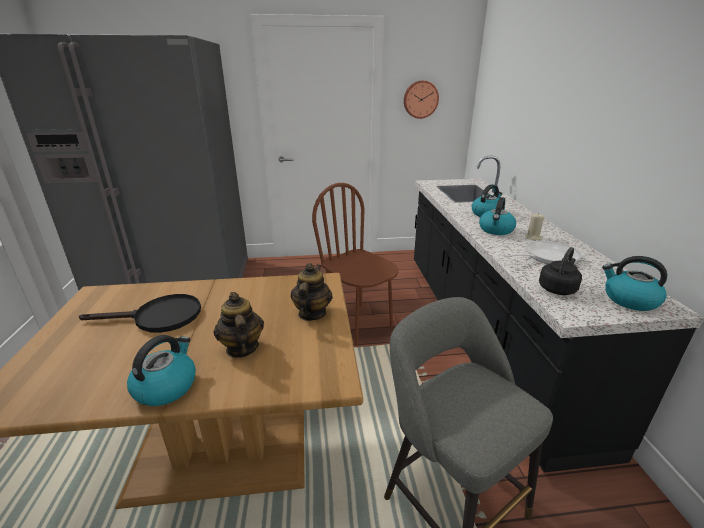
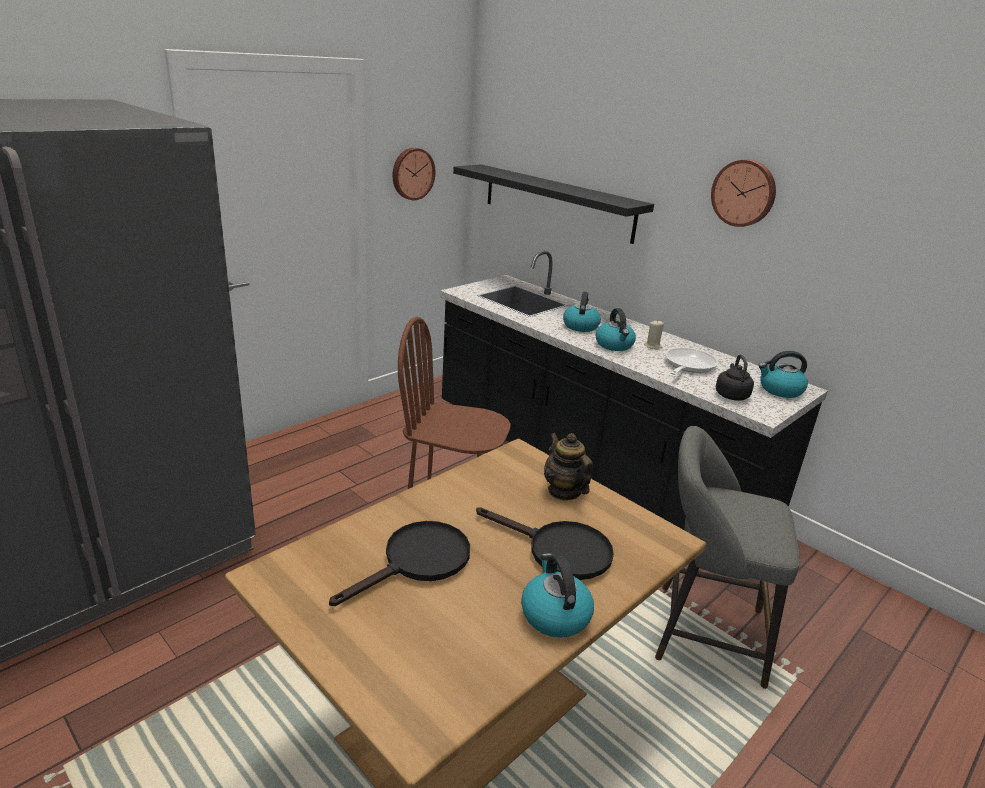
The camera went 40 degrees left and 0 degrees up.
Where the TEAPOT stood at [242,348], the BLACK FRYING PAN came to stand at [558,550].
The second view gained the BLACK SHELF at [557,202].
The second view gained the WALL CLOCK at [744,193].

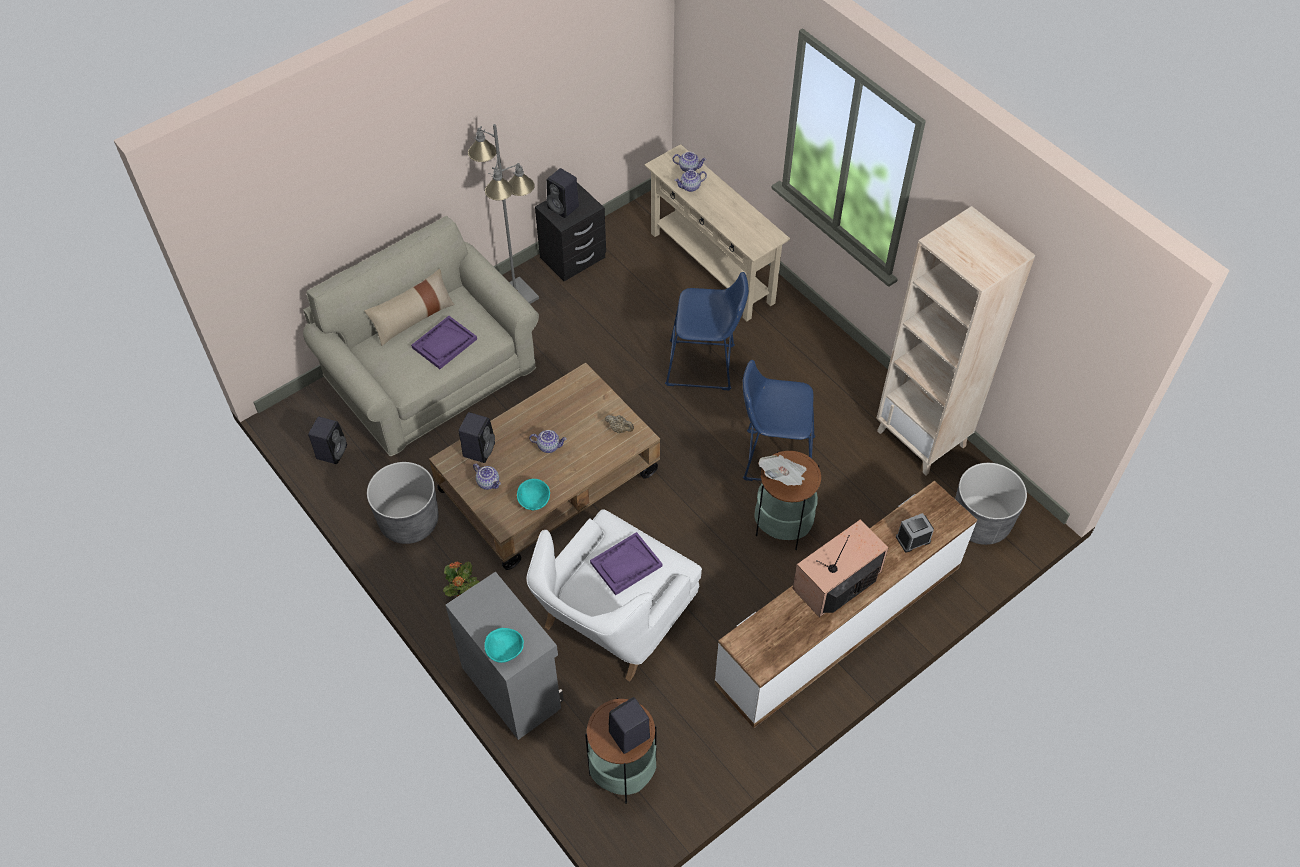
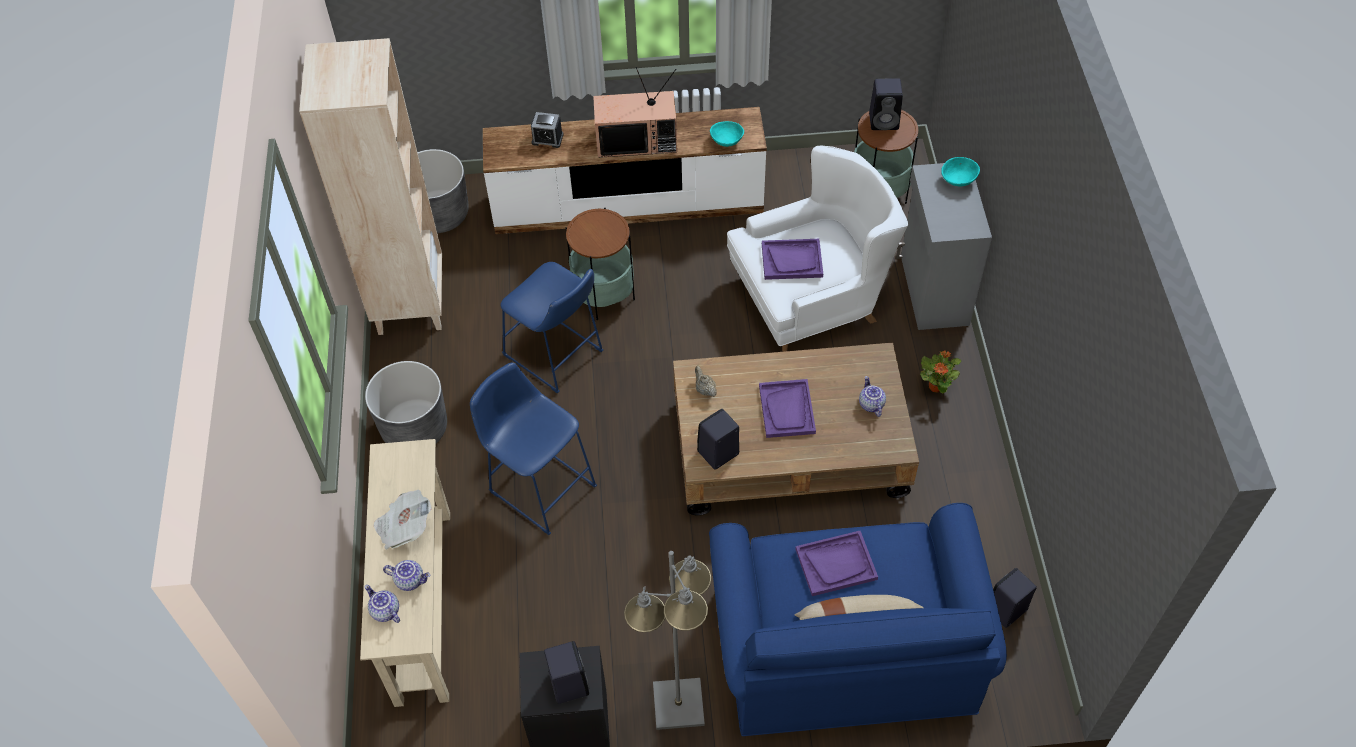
The camera went 145 degrees left and 0 degrees up.
What was the BEIGE SOFA at [431,375] turned into the BLUE SOFA at [844,646].
The GREY PLANTER ended up elsewhere, having gone from [409,521] to [415,428].
The BLACK SPEAKER ended up elsewhere, having gone from [479,449] to [717,453].
The TURQUOISE BOWL ended up elsewhere, having gone from [534,501] to [726,141].
Where the TEAPOT stood at [549,446], the PURPLE TRAY came to stand at [787,410].
The NEWSPAPER ended up elsewhere, having gone from [783,477] to [404,527].

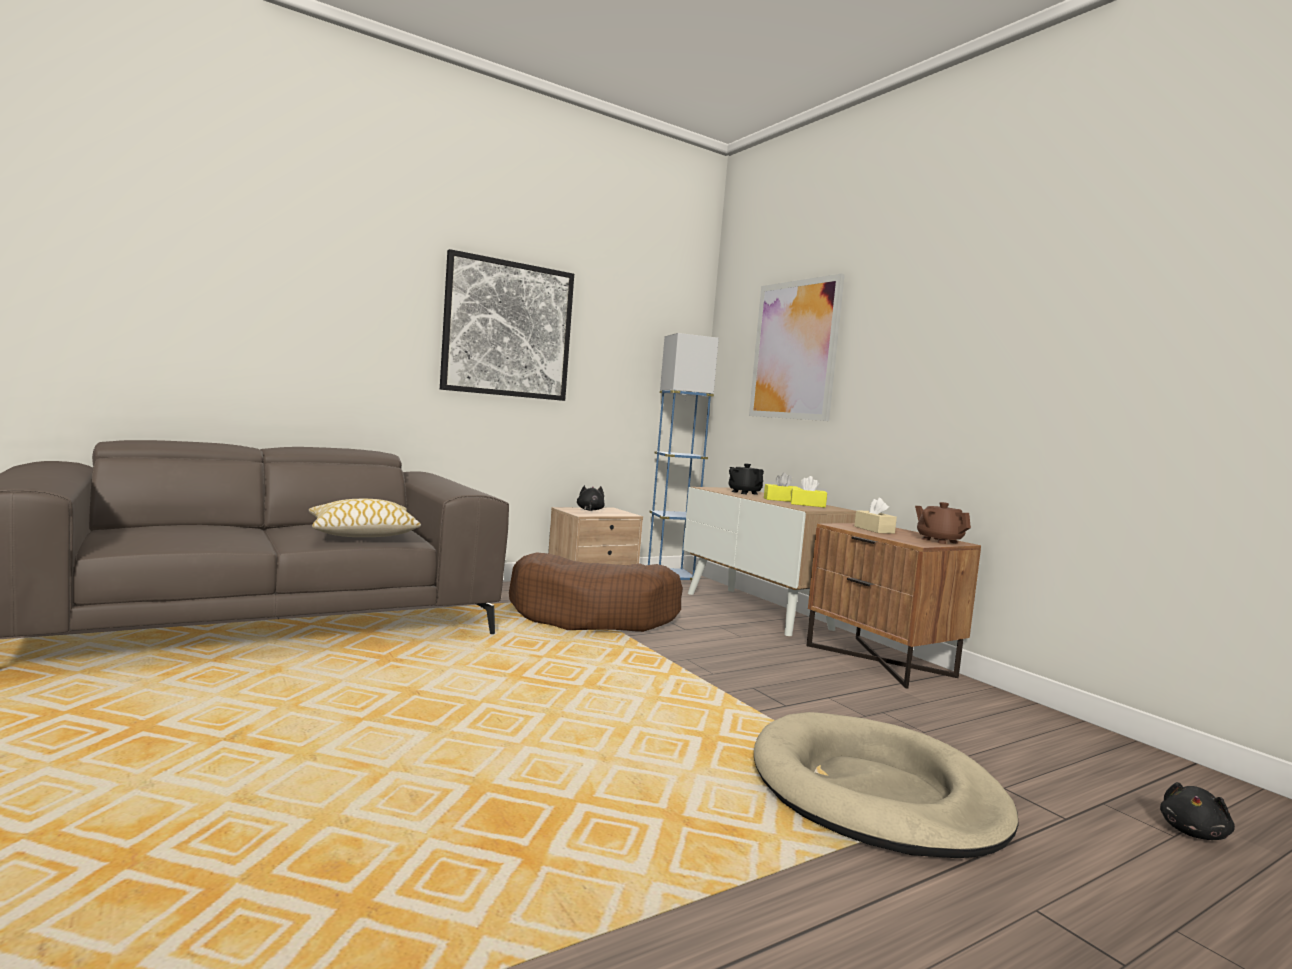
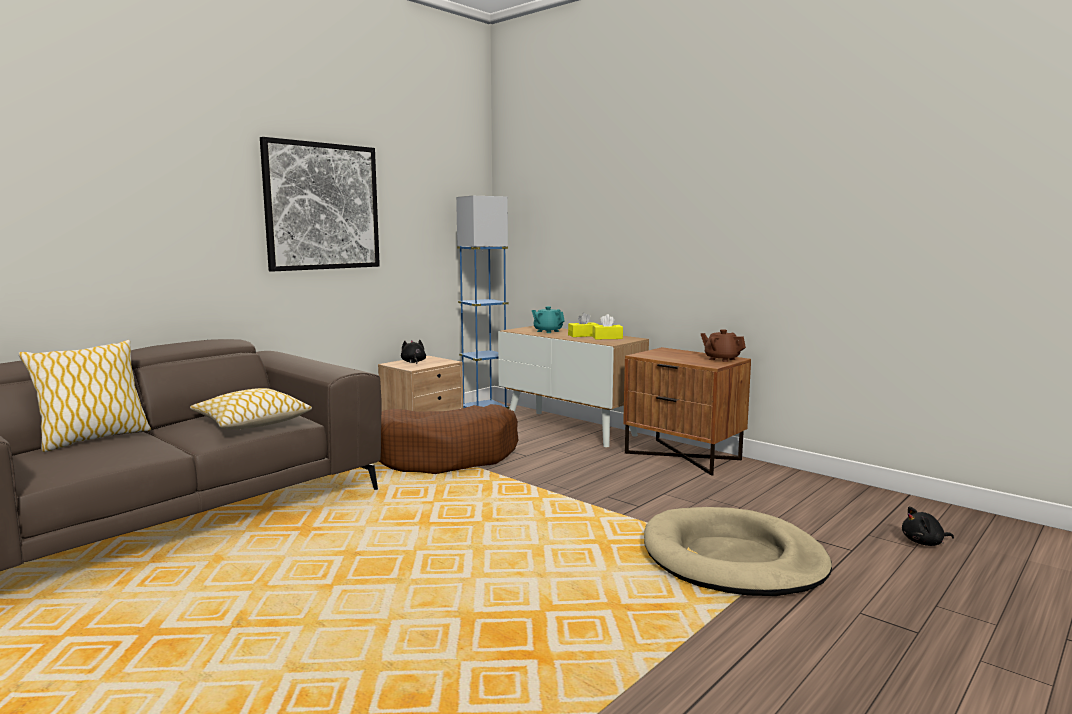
The camera went 15 degrees left and 5 degrees up.
What was the BLACK TEAPOT at [744,493] turned into the TURQUOISE TEAPOT at [548,331].
The second view lost the PICTURE at [795,350].
The second view lost the BEIGE TISSUE BOX at [874,530].
The BLACK PLUSH TOY at [1194,833] ended up facing another way, 60 degrees clockwise from before.
The second view gained the PILLOW at [93,439].

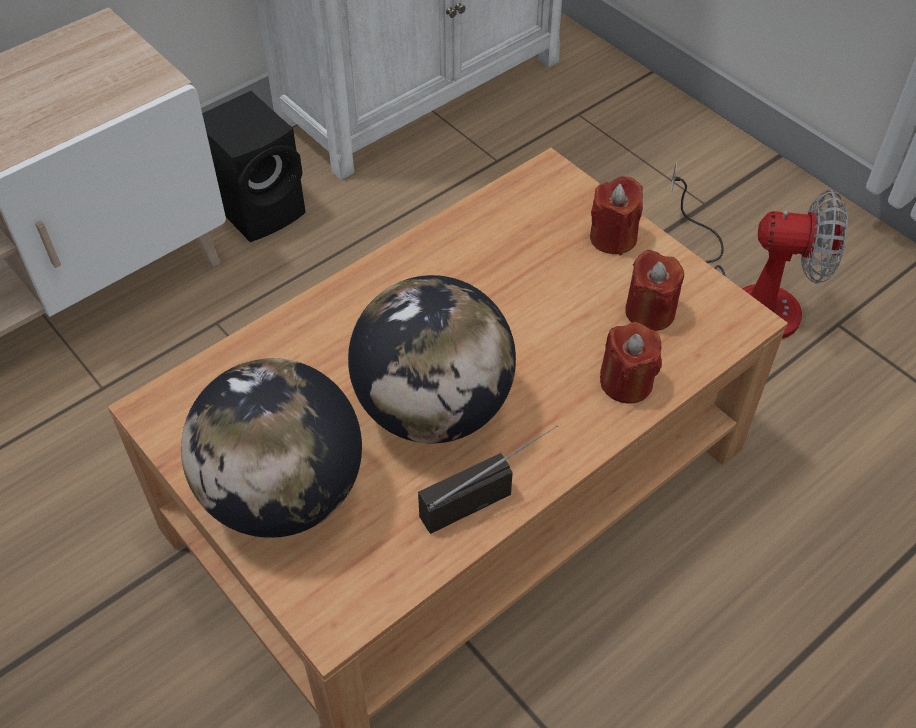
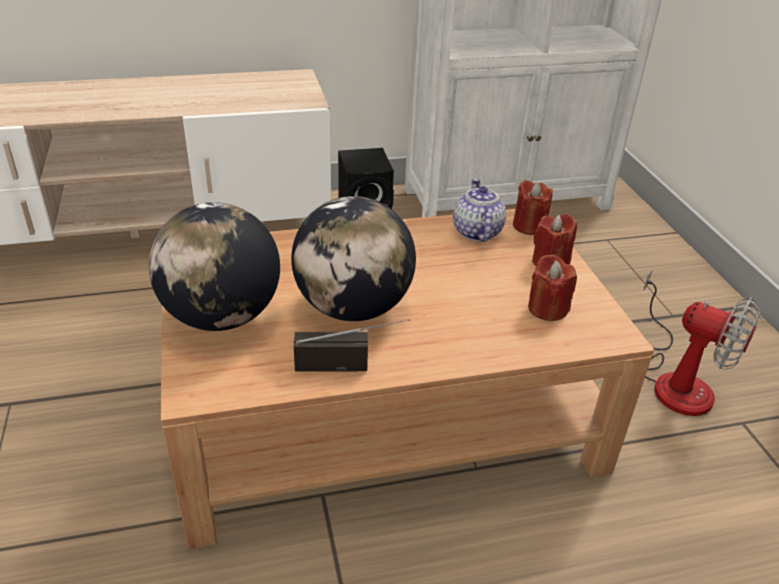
The camera went 25 degrees right and 15 degrees down.
The RED CANDLE ended up elsewhere, having gone from [626,382] to [529,226].
The second view gained the TEAPOT at [476,232].

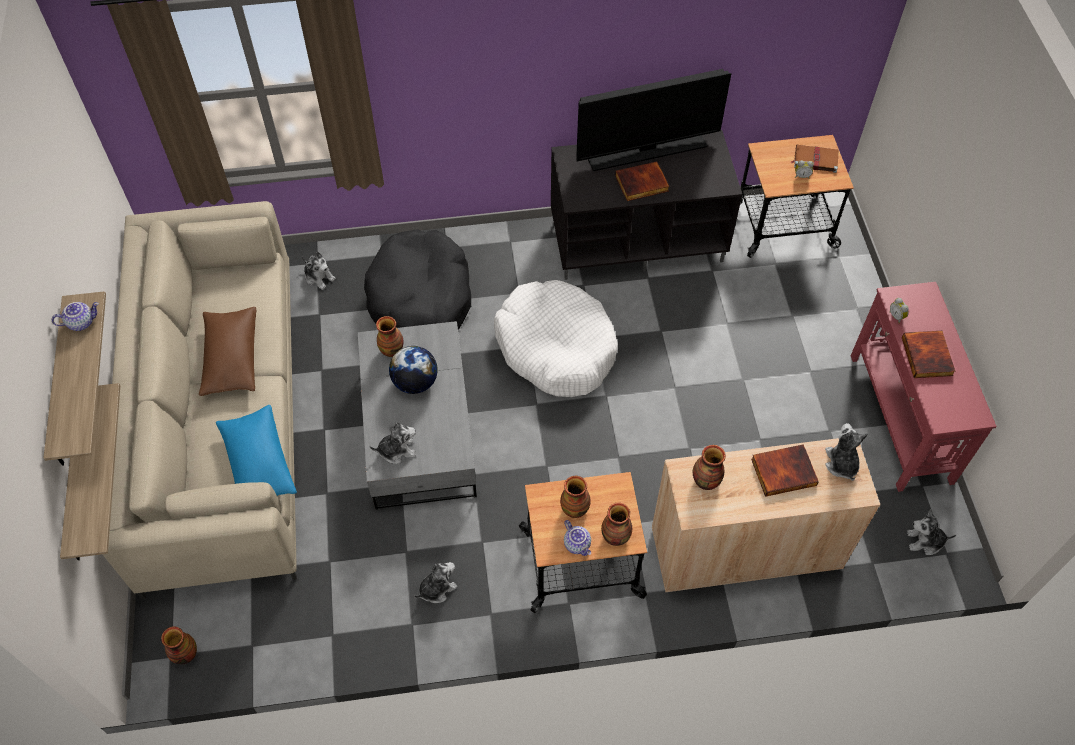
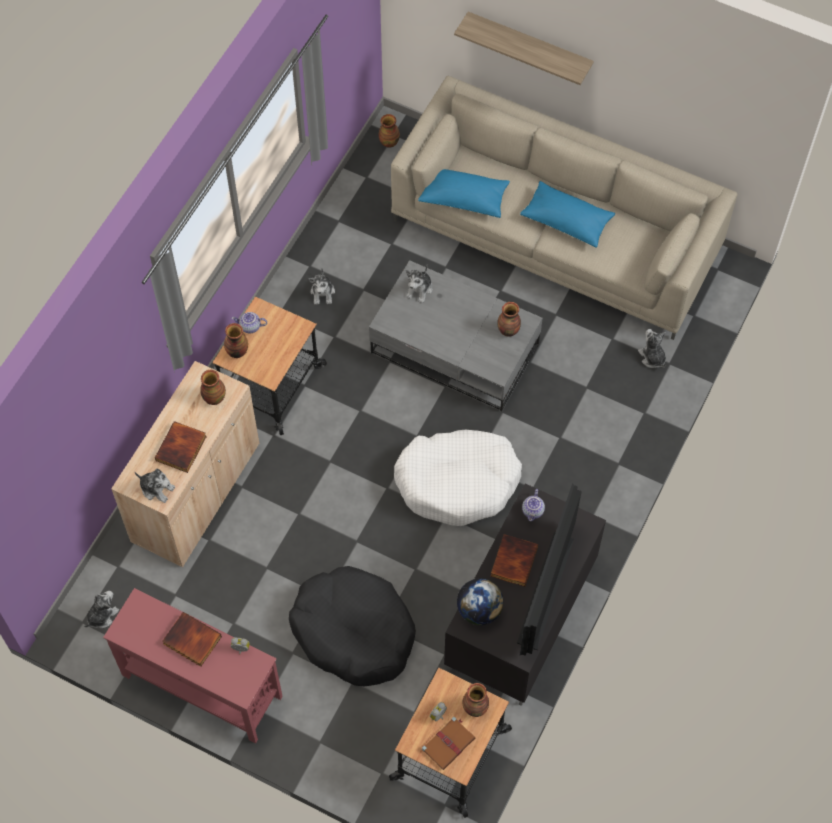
The camera went 125 degrees right and 5 degrees up.
The TEAPOT ended up elsewhere, having gone from [81,322] to [533,511].
The second view lost the SHELF at [76,479].
What was the BROWN PILLOW at [231,358] turned into the BLUE PILLOW at [566,221].
The PLUSH TOY at [319,277] ended up facing another way, 75 degrees clockwise from before.
The BLACK DOG BED ended up elsewhere, having gone from [421,298] to [354,631].
The GLOBE ended up elsewhere, having gone from [415,382] to [479,610].
The VASE ended up elsewhere, having gone from [575,508] to [475,708].

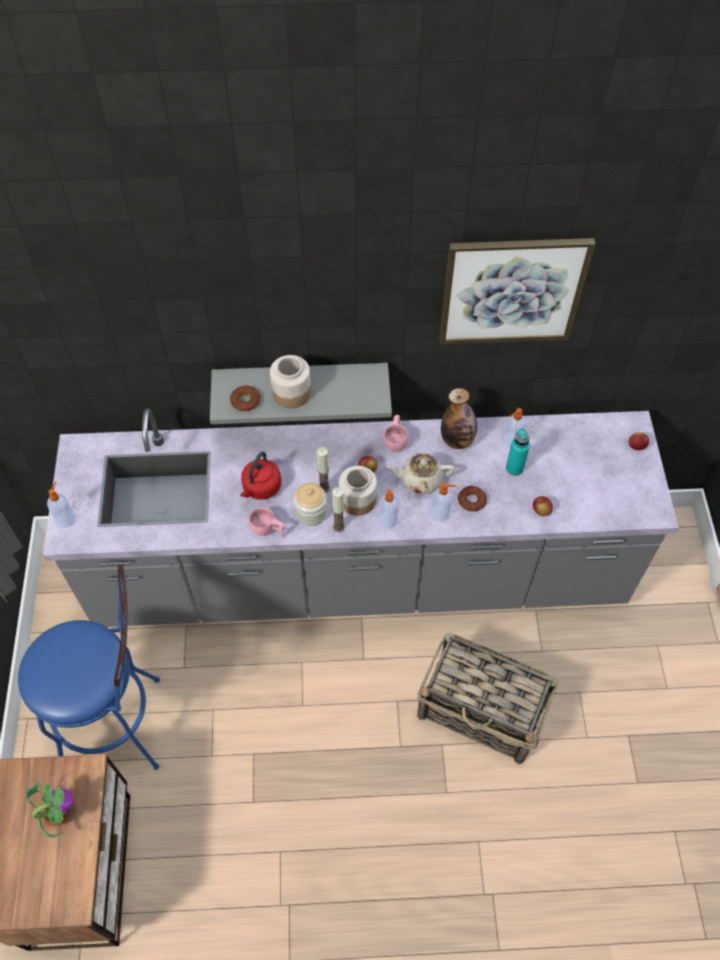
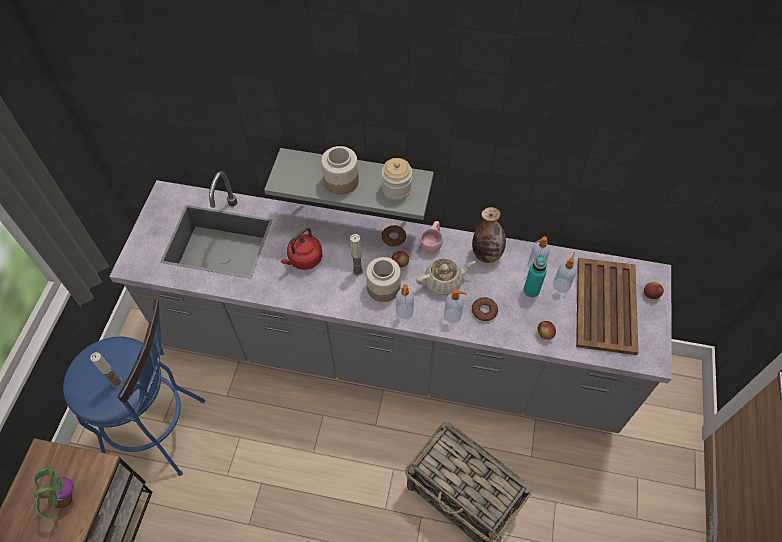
The camera went 15 degrees right and 0 degrees up.
The SOAP DISPENSER ended up elsewhere, having gone from [66,518] to [561,285].
The DONUT ended up elsewhere, having gone from [245,401] to [394,237].
The second view lost the PINK CUP at [267,530].
The JAR ended up elsewhere, having gone from [311,513] to [396,189].
The CANDLE ended up elsewhere, having gone from [339,527] to [117,382].
The BEIGE TEAPOT at [420,479] ended up facing another way, 150 degrees clockwise from before.
The second view lost the PICTURE at [512,291].
The second view gained the BROWN TRAY at [605,306].

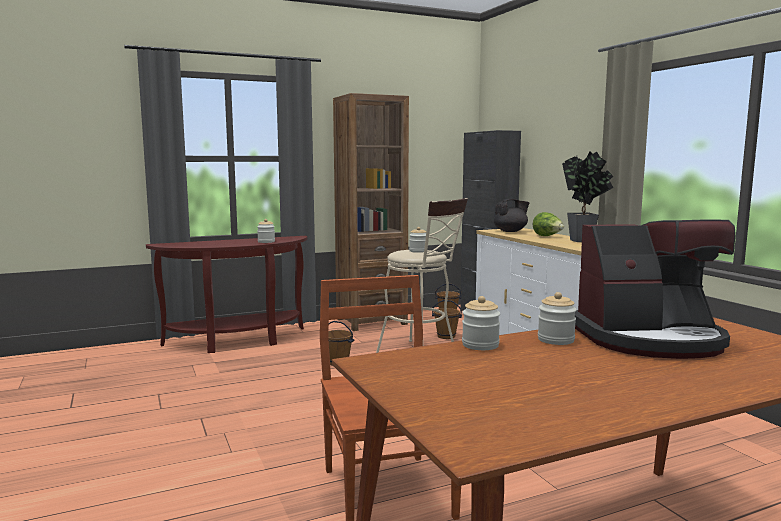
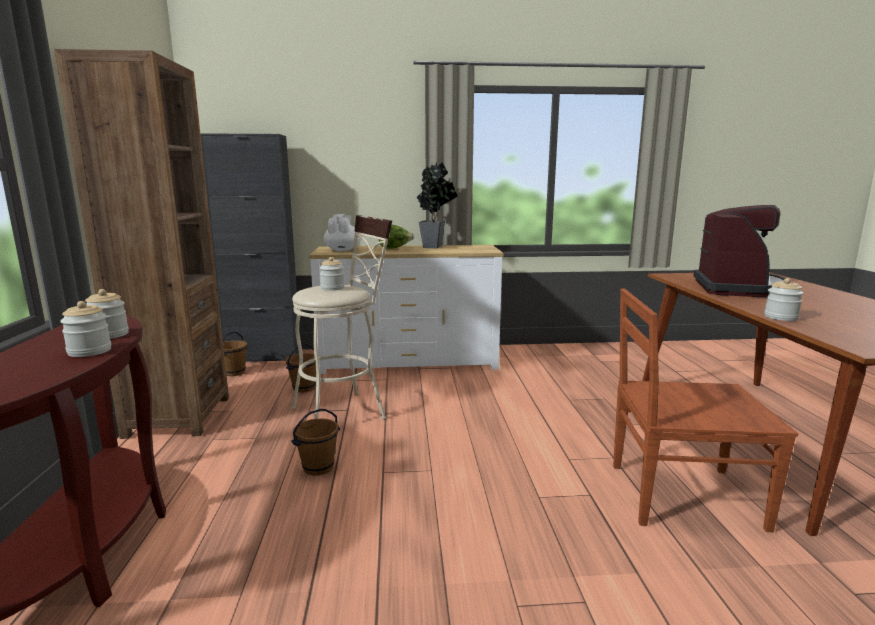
The camera went 70 degrees left and 5 degrees up.
What was the BLACK TEAPOT at [511,231] turned into the WHITE TEAPOT at [342,250].
The JAR ended up elsewhere, having gone from [556,340] to [89,351].

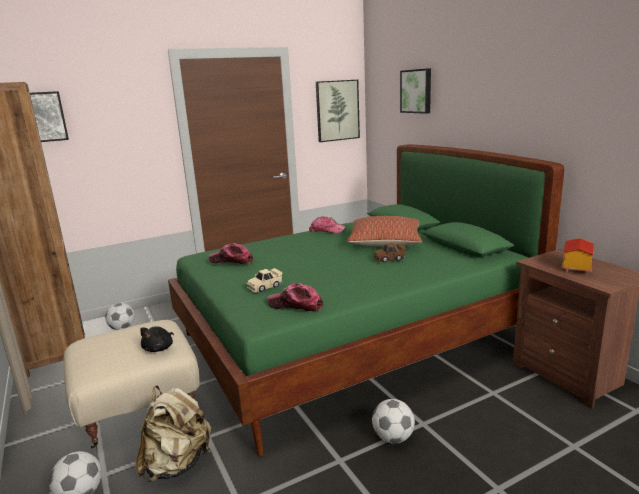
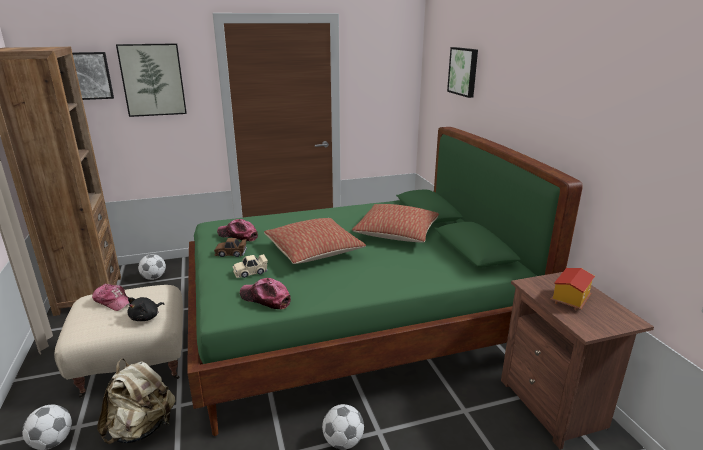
The camera went 10 degrees right and 5 degrees up.
The CAP ended up elsewhere, having gone from [327,230] to [114,301].
The PICTURE ended up elsewhere, having gone from [337,110] to [153,80].
The BROWN TOY CAR ended up elsewhere, having gone from [389,259] to [231,253].
The second view gained the PILLOW at [314,251].

